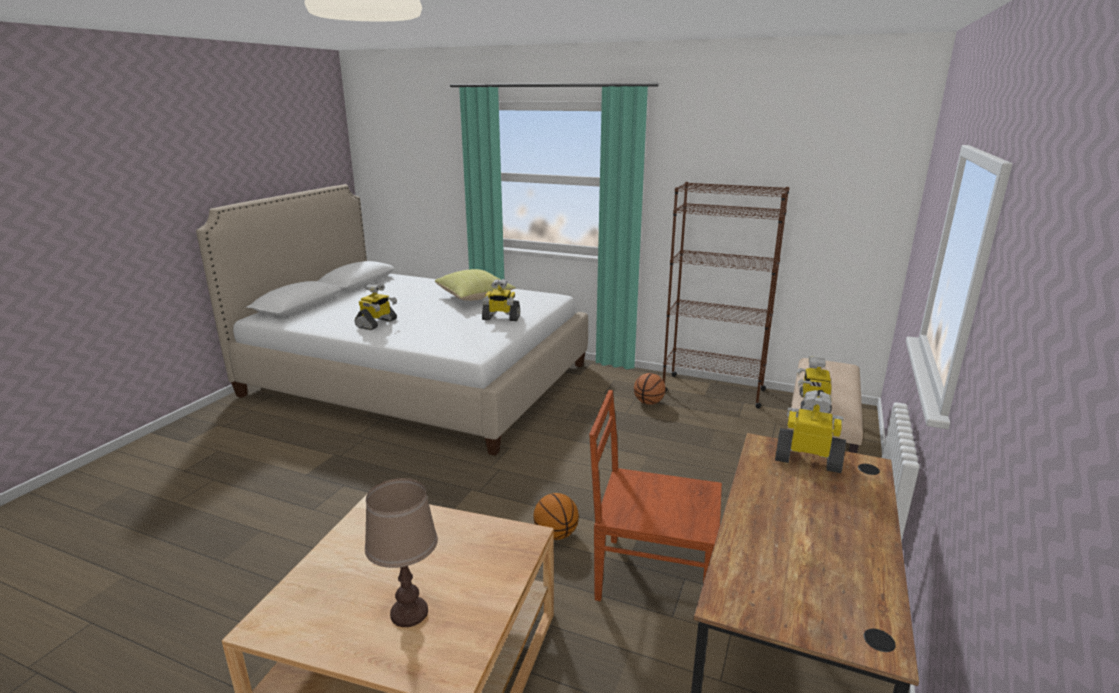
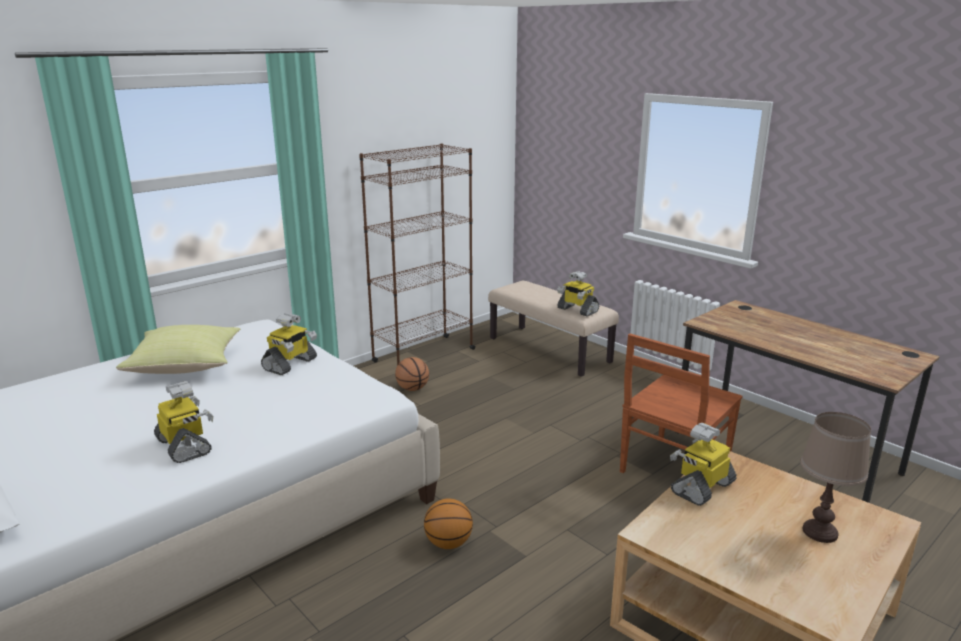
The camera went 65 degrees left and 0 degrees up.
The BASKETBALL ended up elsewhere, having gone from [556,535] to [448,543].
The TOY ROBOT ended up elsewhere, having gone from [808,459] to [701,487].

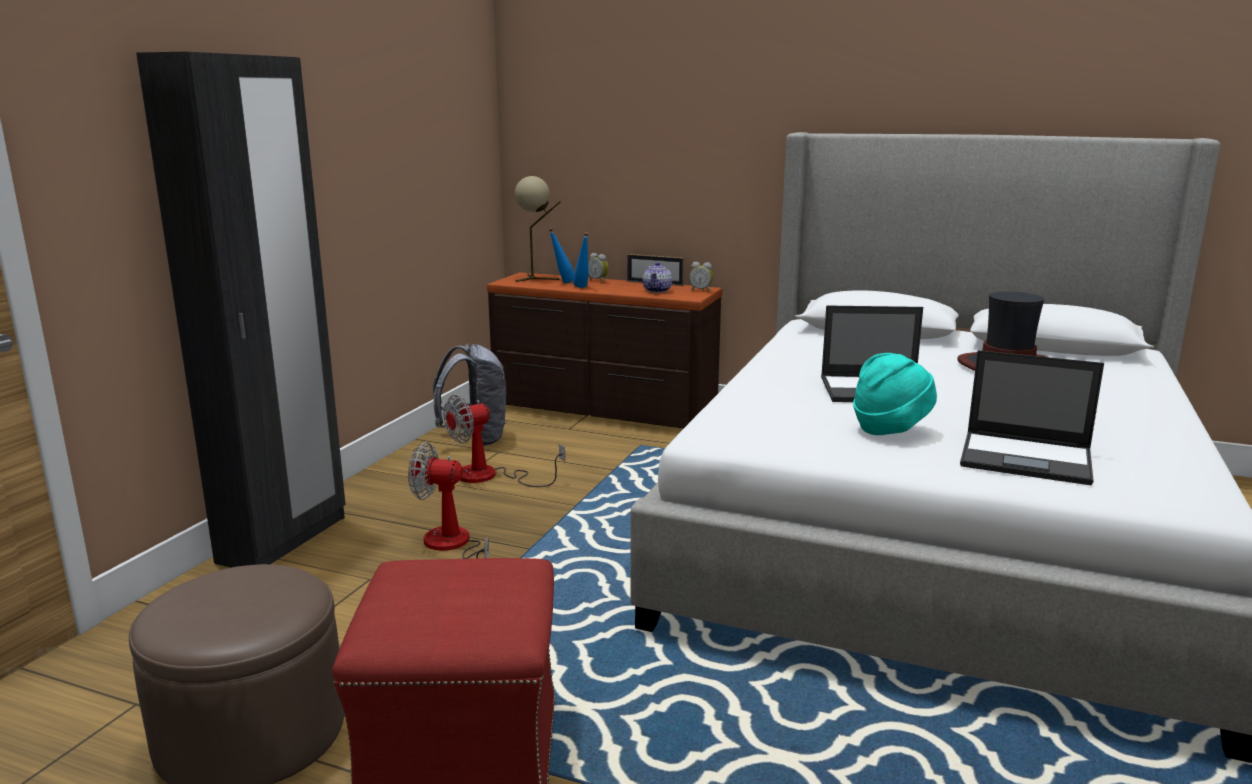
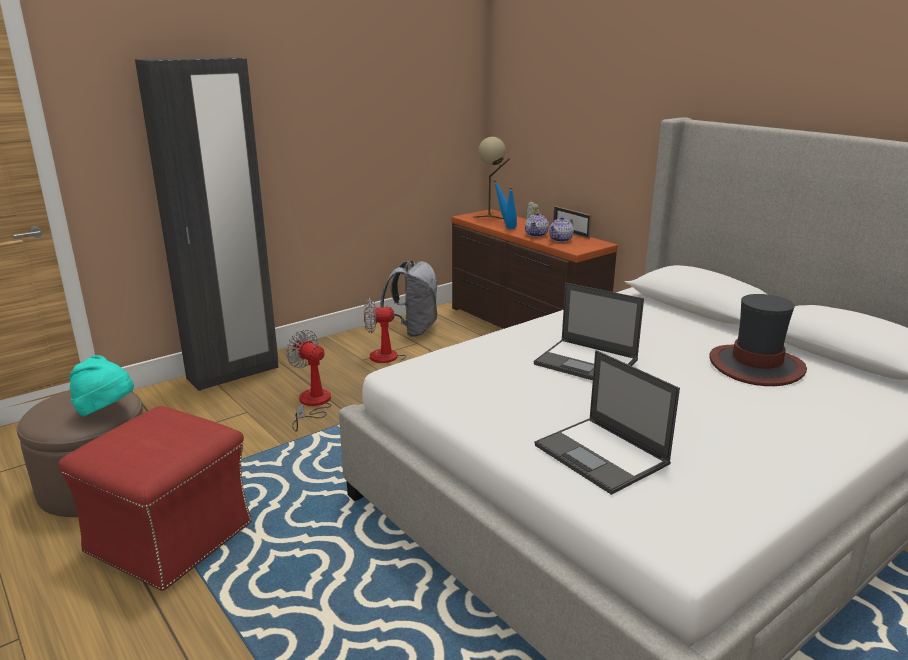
The camera went 30 degrees right and 5 degrees up.
The second view lost the ALARM CLOCK at [701,290].
The TURQUOISE HAT ended up elsewhere, having gone from [891,429] to [106,411].
The second view gained the TEAPOT at [536,235].

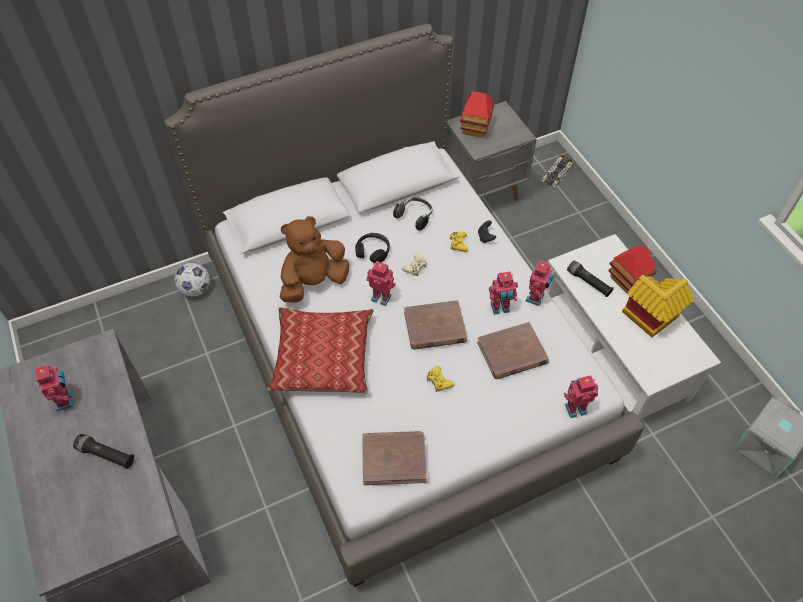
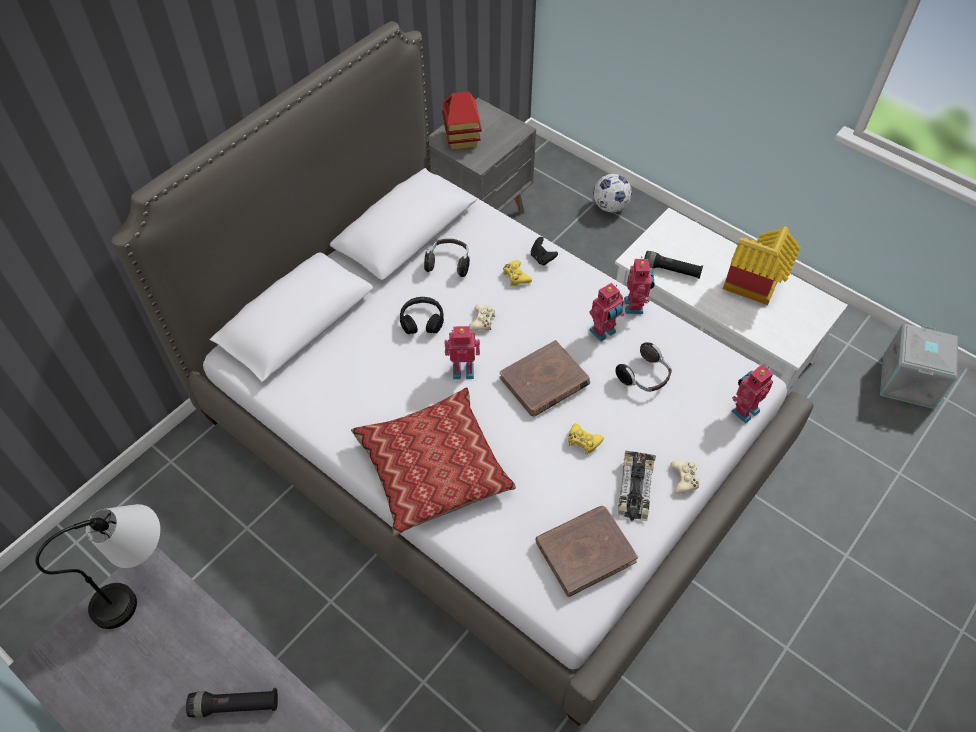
The camera went 25 degrees left and 0 degrees up.
The second view lost the TOY ROBOT at [66,400].
The FOOTBALL ended up elsewhere, having gone from [196,289] to [610,206].
The second view lost the BROWN PLUSH TOY at [313,282].
Where the BROWN BOOK stood at [512,353], the HEADPHONES came to stand at [644,377].
The TOY CAR ended up elsewhere, having gone from [556,174] to [635,490].
The second view lost the TOY HOUSE at [627,281].
The second view gained the TABLE LAMP at [141,586].
The second view gained the BEIGE GAME CONTROLLER at [684,479].

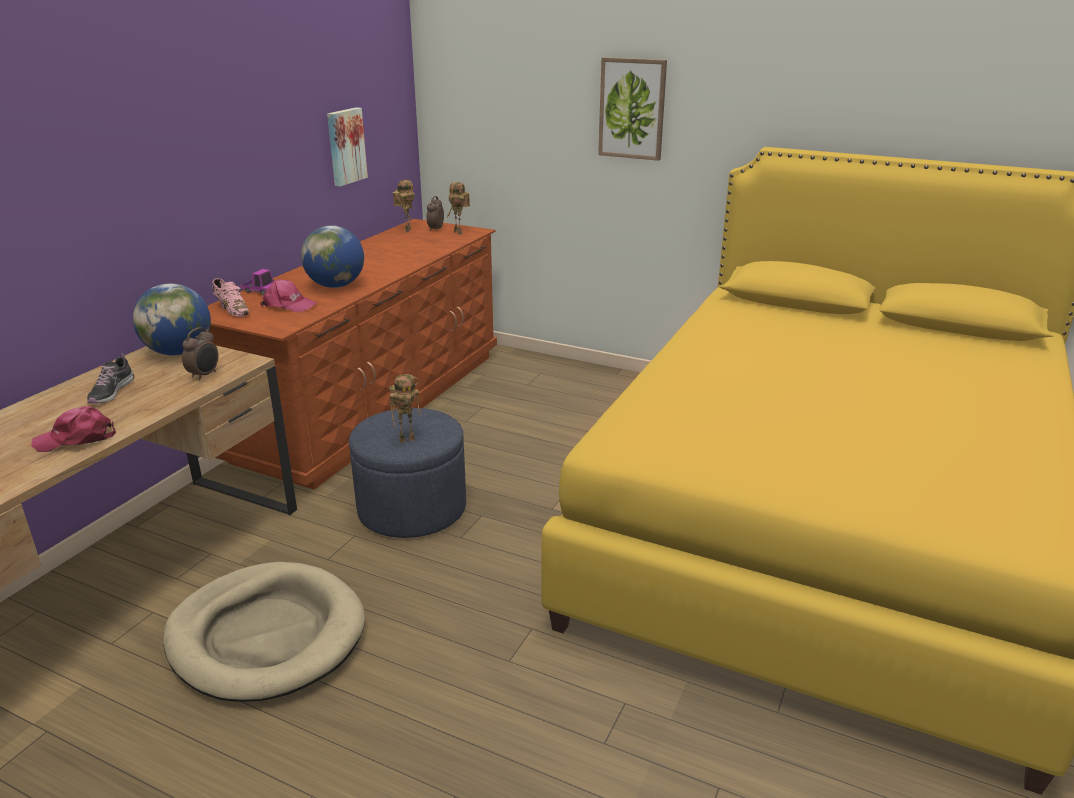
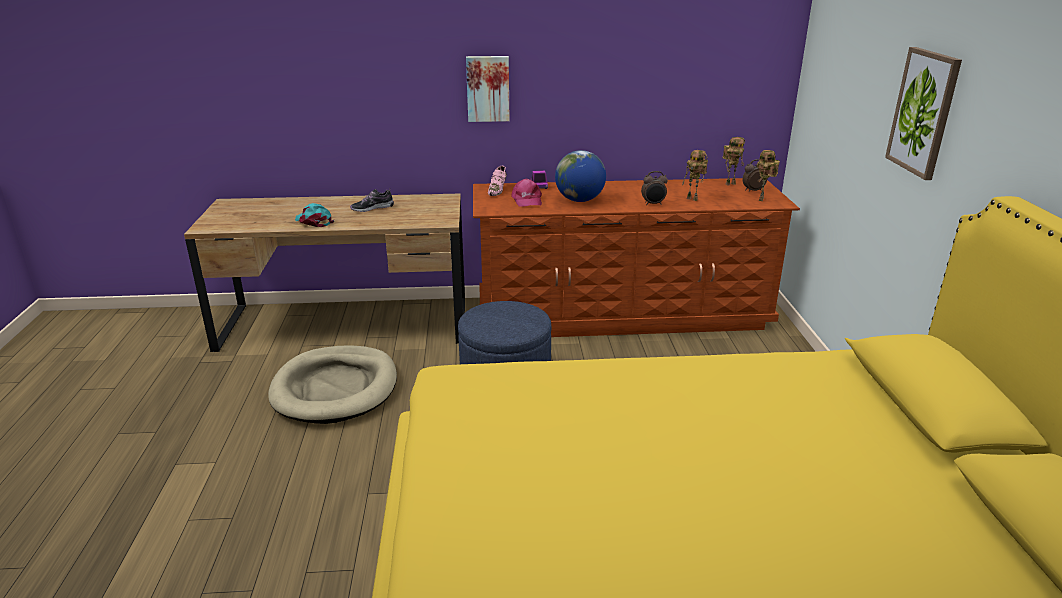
The camera went 60 degrees right and 0 degrees up.
What was the PINK CAP at [76,439] turned into the TURQUOISE CAP at [314,221].
The second view lost the GLOBE at [179,352].
The ALARM CLOCK ended up elsewhere, having gone from [205,375] to [653,204].
The PICTURE ended up elsewhere, having gone from [345,146] to [488,88].
The TOY ROBOT ended up elsewhere, having gone from [407,439] to [693,199].

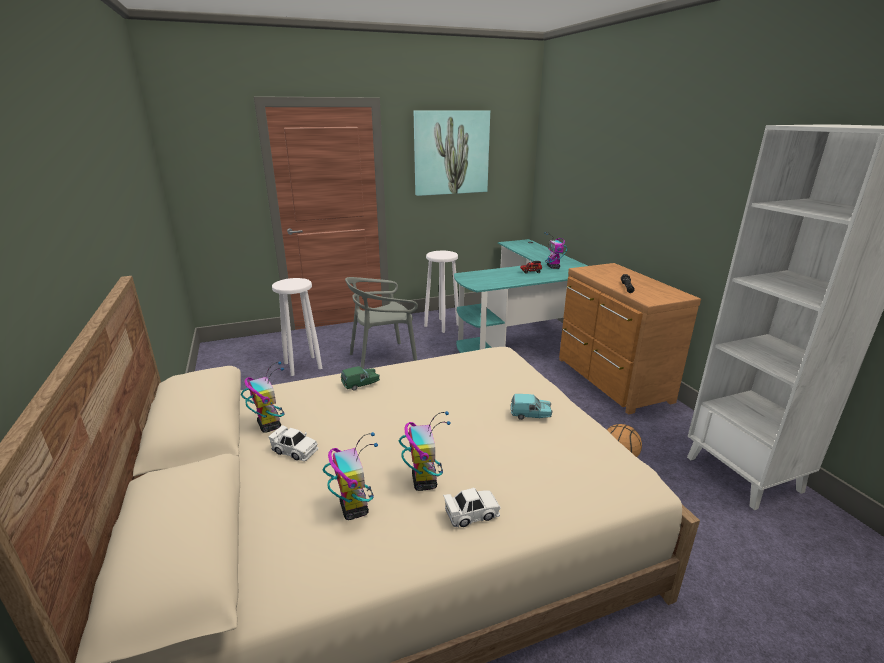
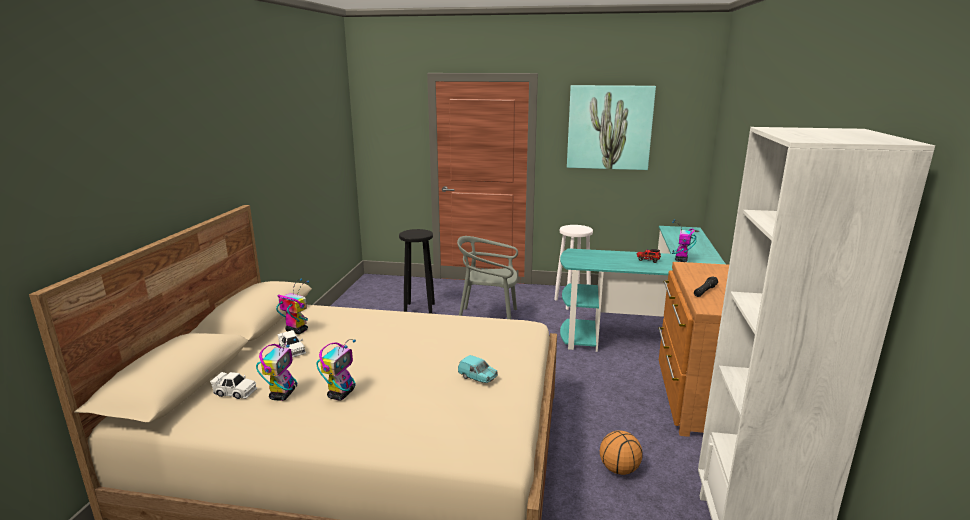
The camera went 30 degrees right and 5 degrees down.
The TOY ROBOT at [269,425] ended up facing another way, 60 degrees counterclockwise from before.
What was the WHITE STOOL at [303,366] turned into the BLACK STOOL at [419,309].
The second view lost the GREEN TOY CAR at [360,384].
The WHITE TOY CAR ended up elsewhere, having gone from [471,514] to [235,392].

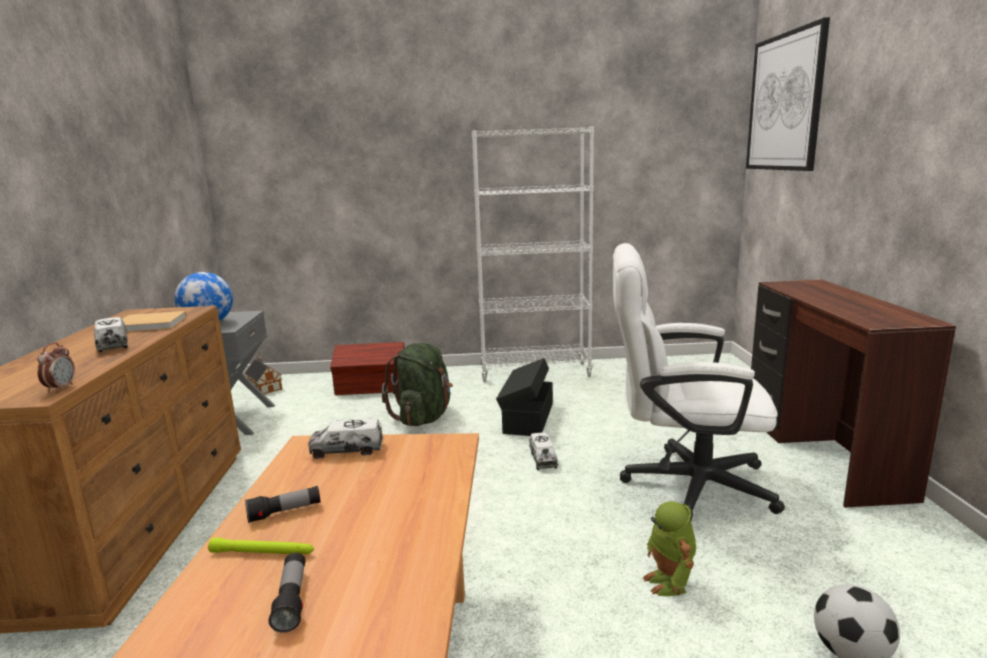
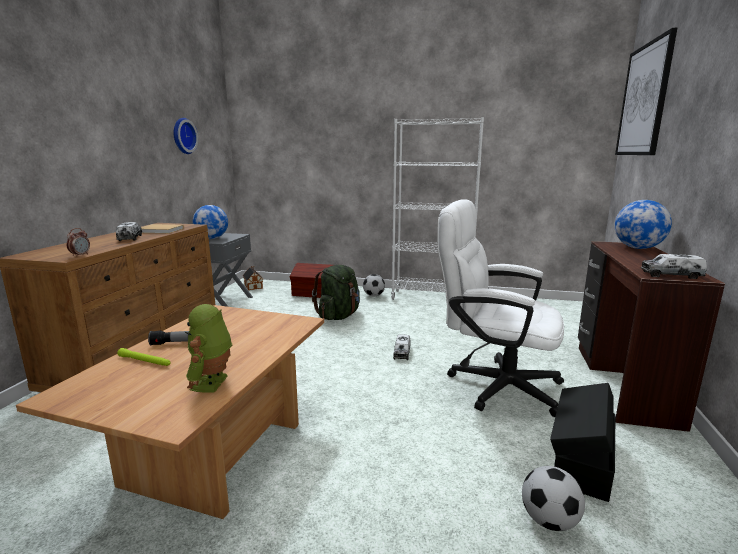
The camera went 15 degrees right and 0 degrees up.
The second view lost the FLASHLIGHT at [292,600].
The TOY TRUCK ended up elsewhere, having gone from [347,450] to [671,275].
The BLACK STORAGE BOX ended up elsewhere, having gone from [527,418] to [581,459].
The TOY ROBOT ended up elsewhere, having gone from [669,582] to [213,383].
The second view gained the WALL CLOCK at [182,136].
The second view gained the FOOTBALL at [373,295].
The second view gained the GLOBE at [637,248].

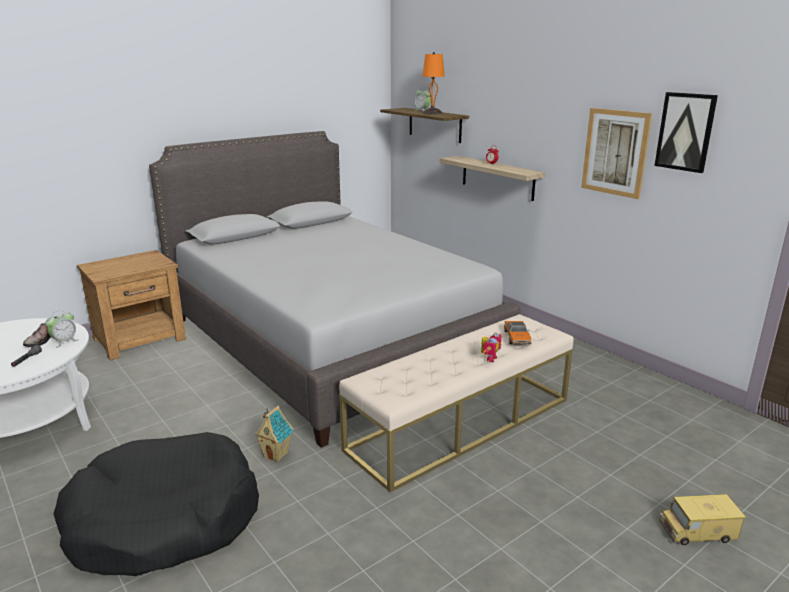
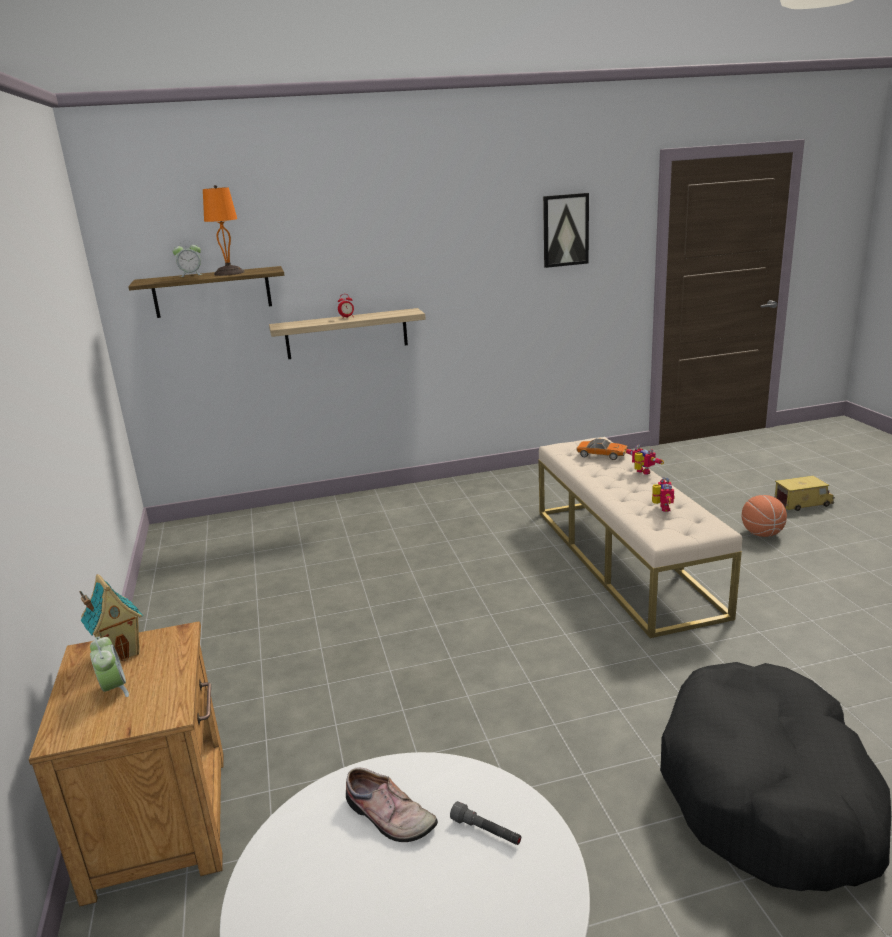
The camera went 65 degrees left and 0 degrees up.
The ALARM CLOCK ended up elsewhere, having gone from [64,342] to [113,689].
The second view lost the GREY BED at [331,340].
The TOY HOUSE ended up elsewhere, having gone from [276,455] to [121,653].
The second view lost the PICTURE at [615,152].
The TOY TRUCK at [698,532] ended up facing another way, 120 degrees counterclockwise from before.
The second view gained the TOY ROBOT at [661,508].
The second view gained the BASKETBALL at [762,534].

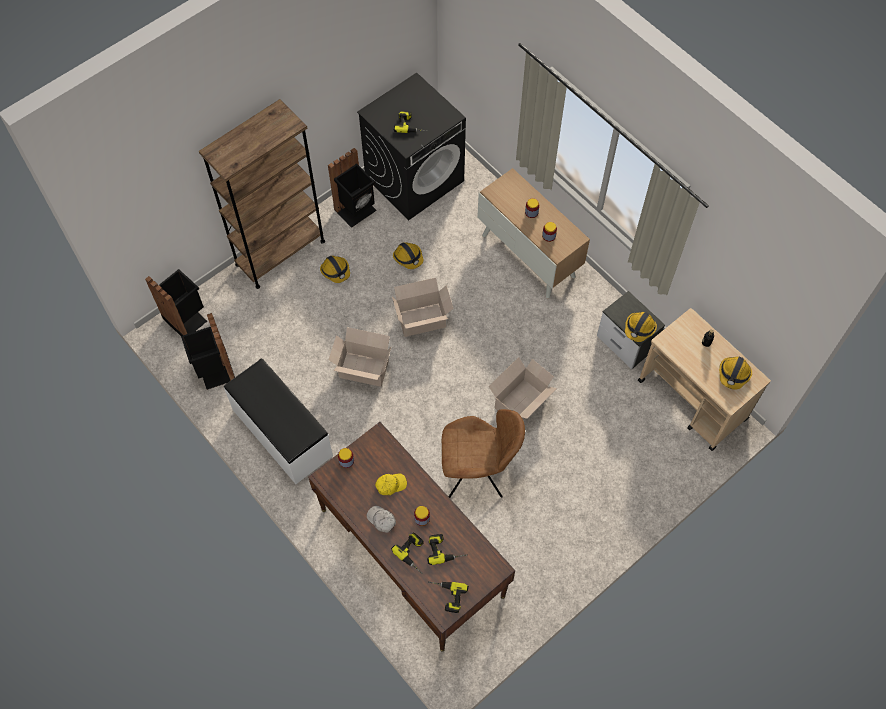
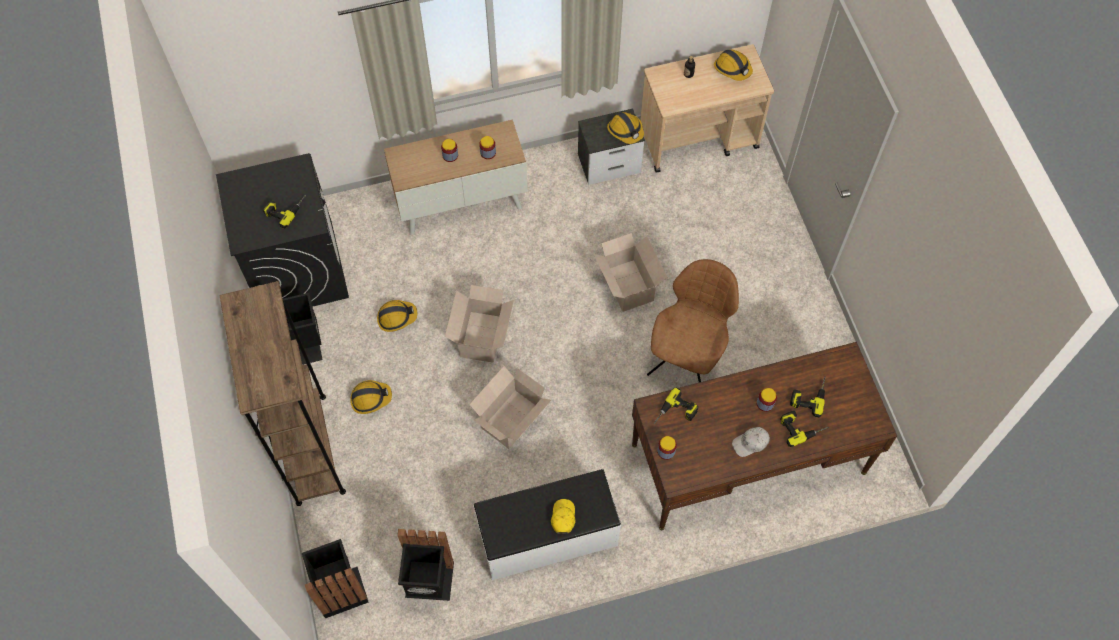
The camera went 65 degrees left and 0 degrees up.
The YELLOW CAP ended up elsewhere, having gone from [390,485] to [563,518].
The POWER DRILL ended up elsewhere, having gone from [446,596] to [675,414].

